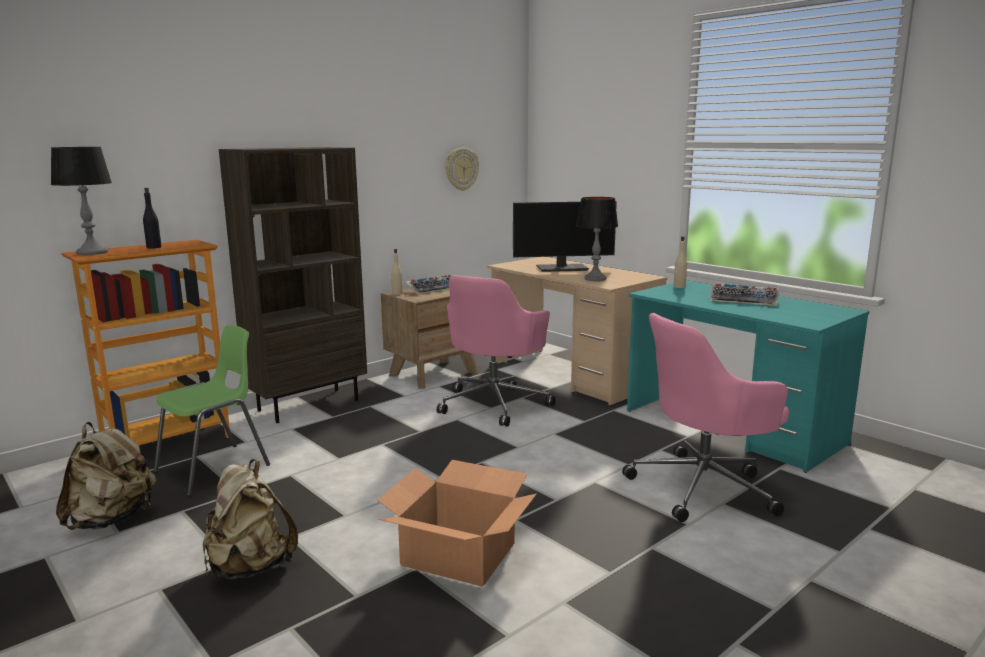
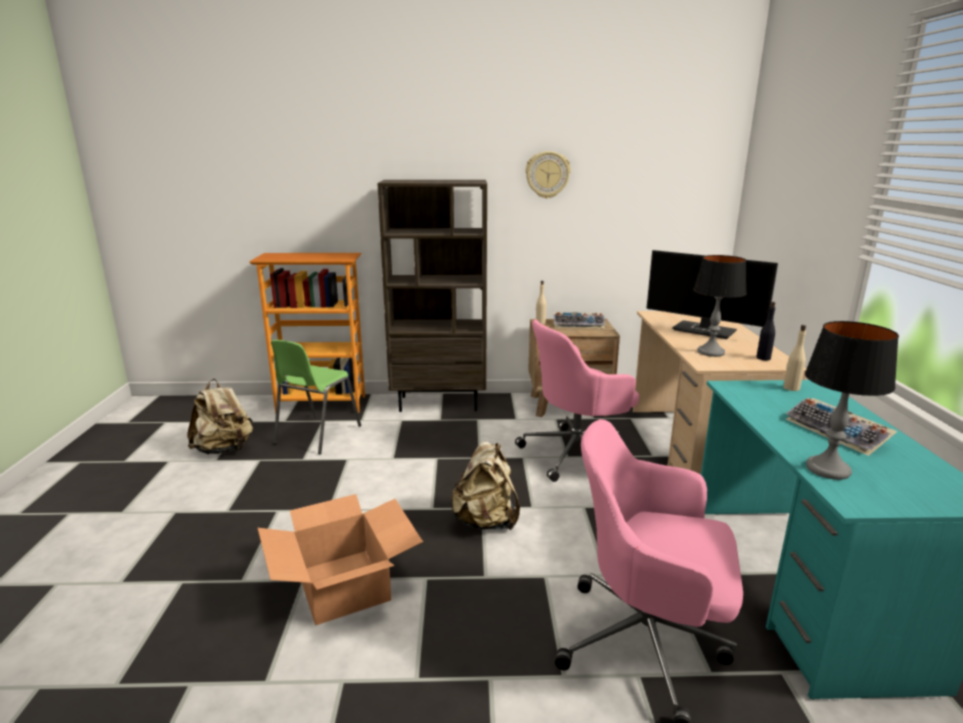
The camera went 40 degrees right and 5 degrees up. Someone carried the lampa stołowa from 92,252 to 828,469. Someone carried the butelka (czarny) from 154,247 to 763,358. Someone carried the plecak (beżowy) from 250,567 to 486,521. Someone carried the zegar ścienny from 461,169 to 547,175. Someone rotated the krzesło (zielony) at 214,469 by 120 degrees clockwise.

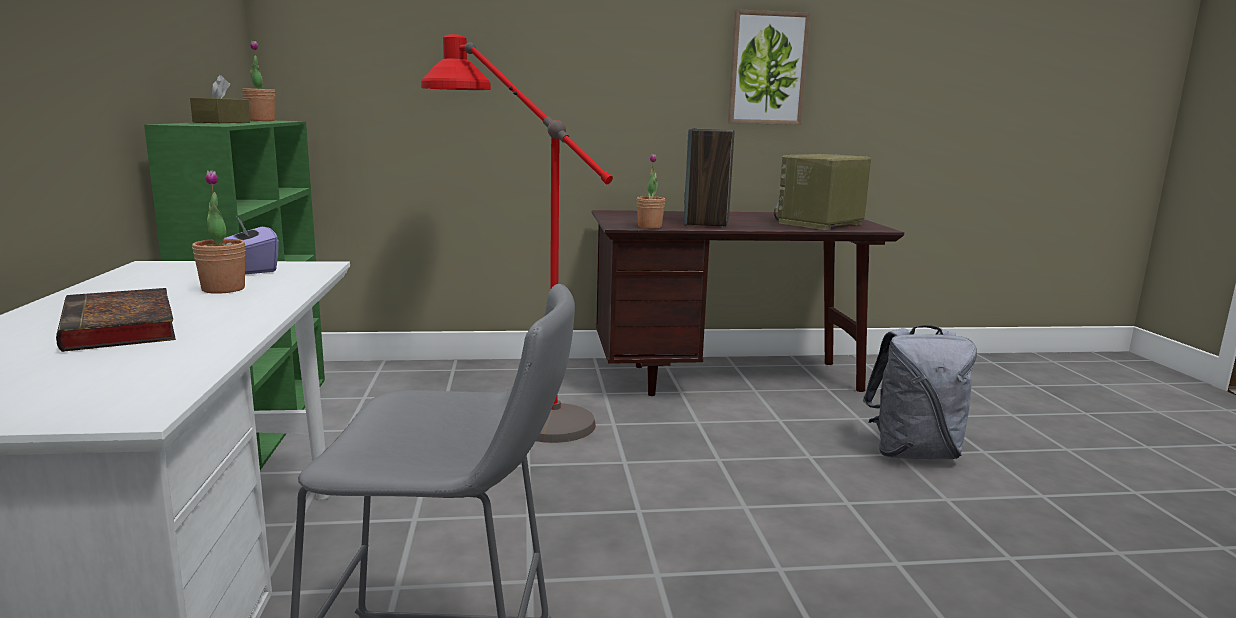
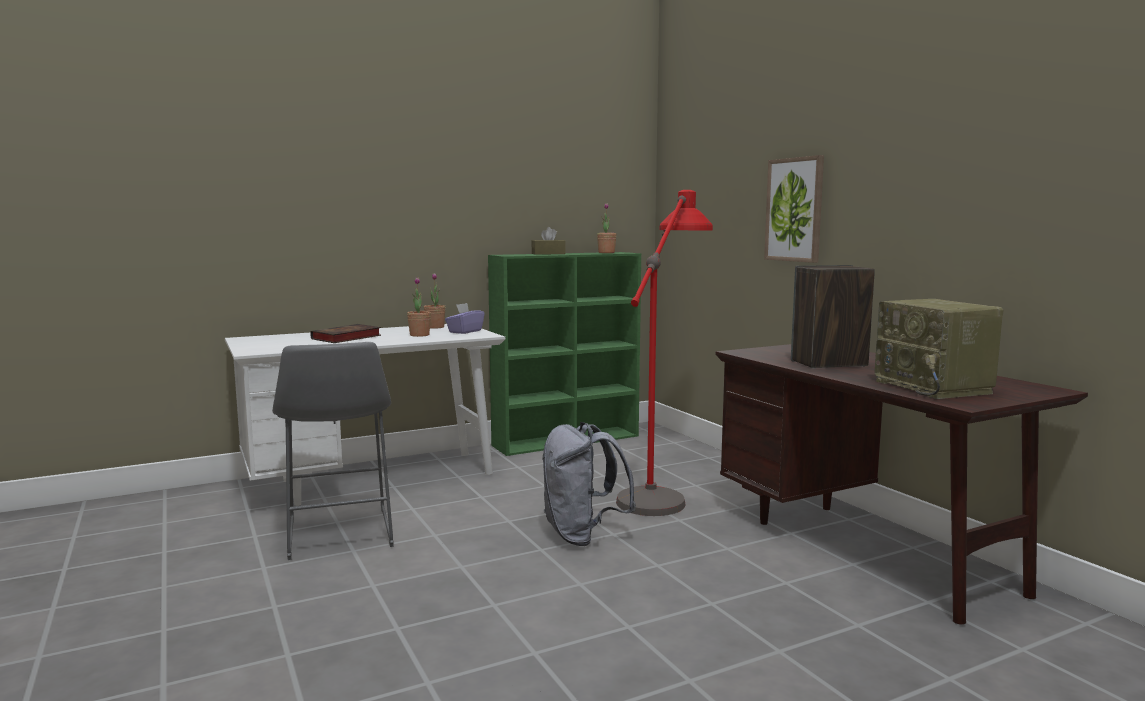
The camera went 70 degrees right and 5 degrees down. Someone carried the roślina doniczkowa from 649,226 to 435,327. Someone carried the obraz from 767,68 to 795,210. Someone carried the plecak (szary) from 912,453 to 582,535. Someone rotated the radio at 820,224 by 135 degrees counterclockwise.

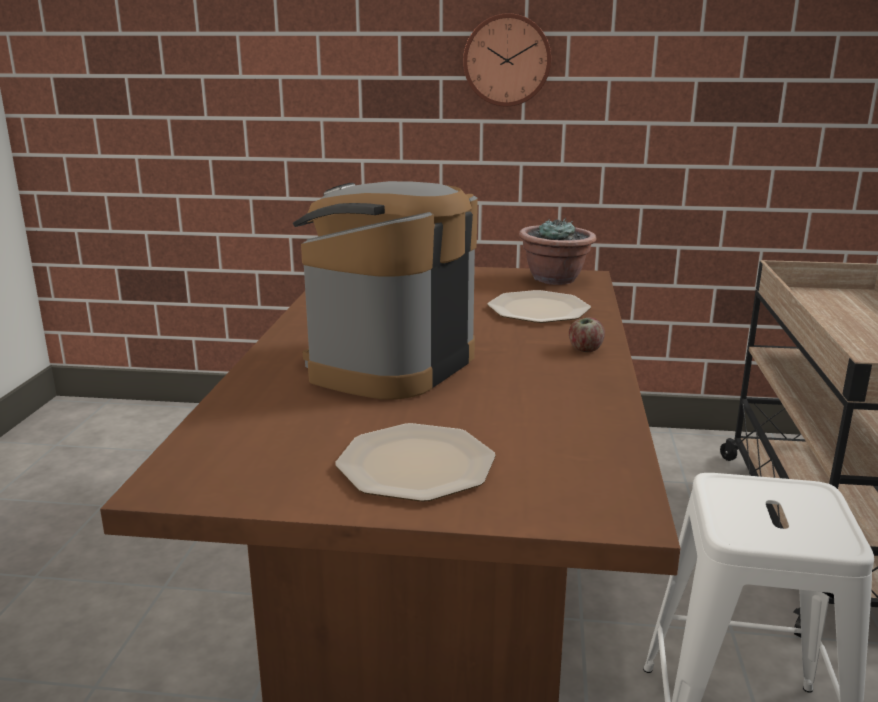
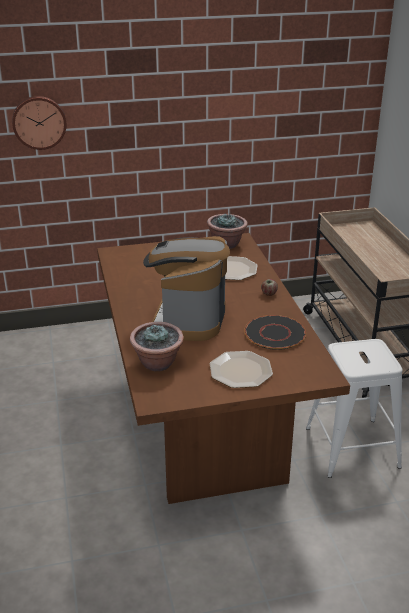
The camera went 20 degrees left and 10 degrees up. Someone put down the roślina doniczkowa at 158,363. Someone put down the talerz (czarny) at 275,333. Someone carried the zegar ścienny from 507,60 to 39,122.

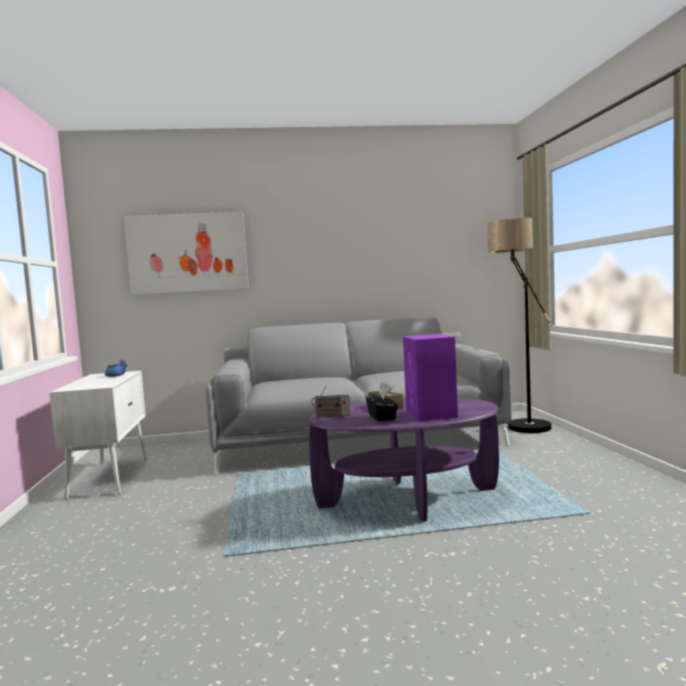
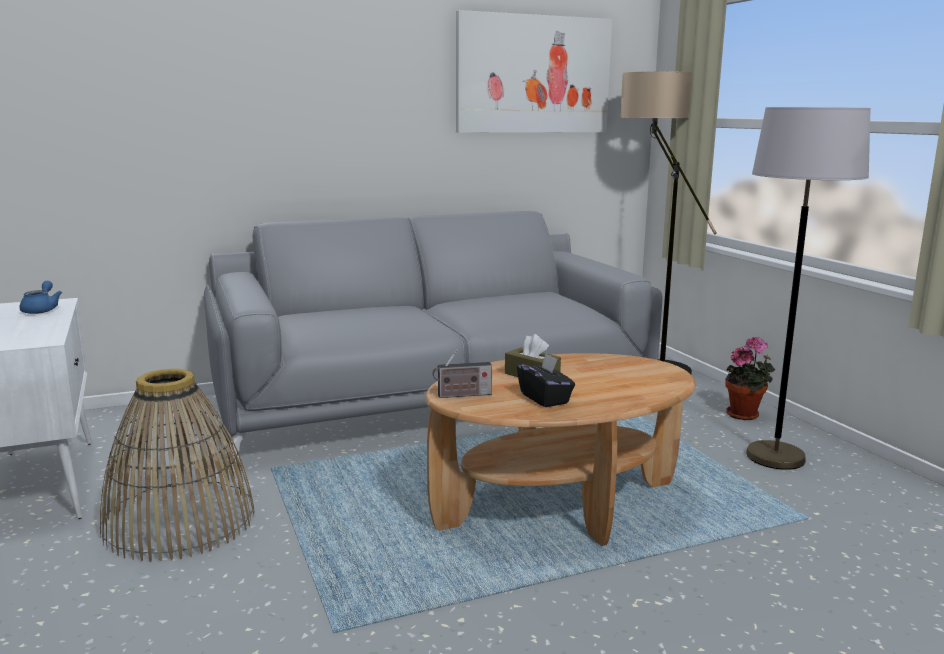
The camera went 15 degrees left and 10 degrees up. Someone took away the głośnik (fioletowy) at 431,415. Someone put down the koszyk at 179,522. Someone put down the roślina doniczkowa at 745,415. Someone put down the lampa stojąca (szary) at 775,457. Someone carried the obraz from 188,253 to 533,74. Someone repainted the ława (fioletowy) at 408,499, which became the ława (brązowy) at 559,506.

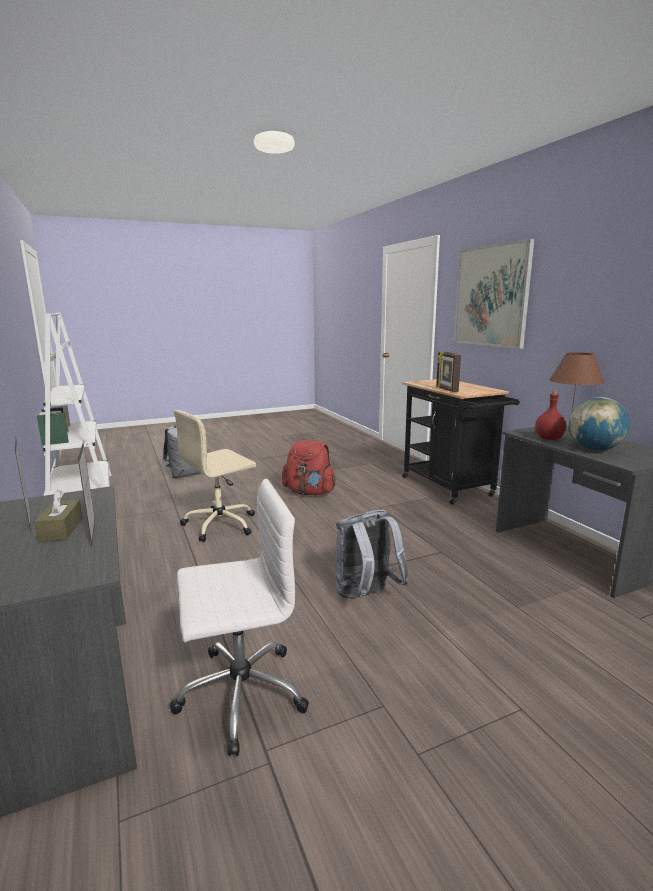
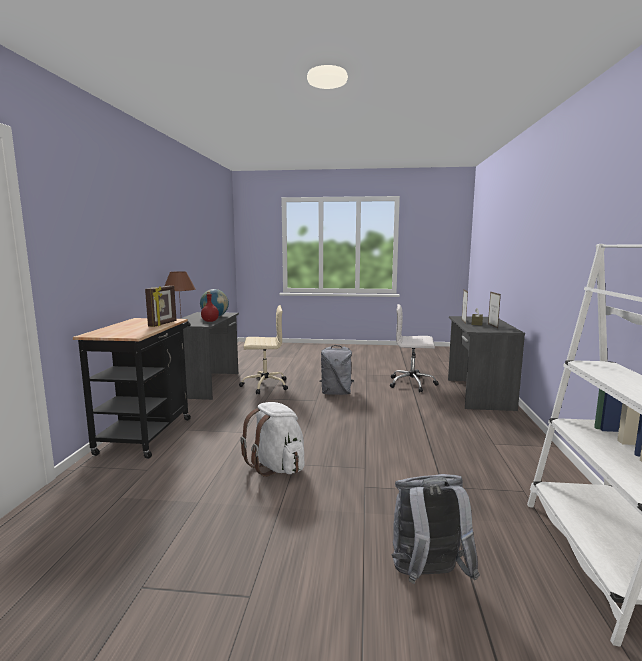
The camera went 150 degrees left and 5 degrees down. Someone took away the obraz at 491,296. Someone carried the krzesło biurowe (beżowy) from 221,524 to 264,385. Someone repainted the plecak (czerwony) at 309,492, which became the plecak (biały) at 277,466.

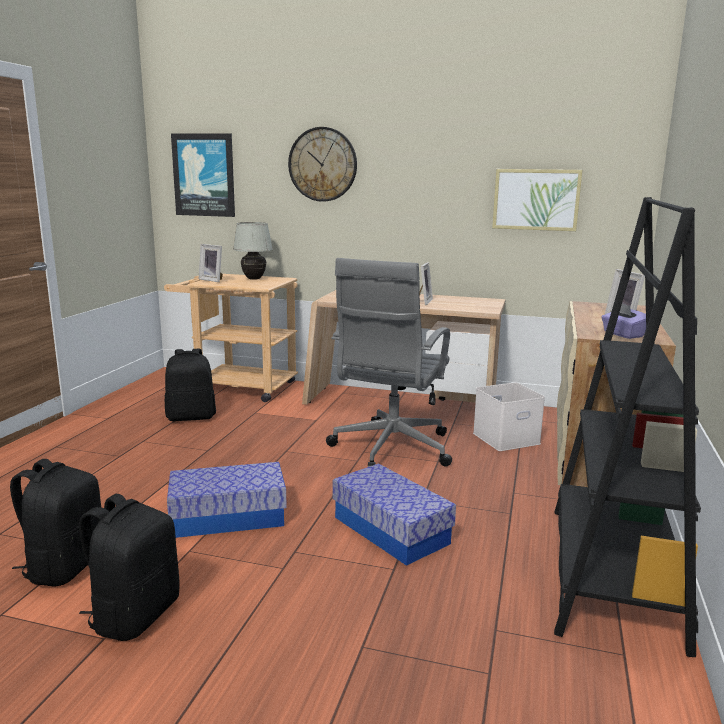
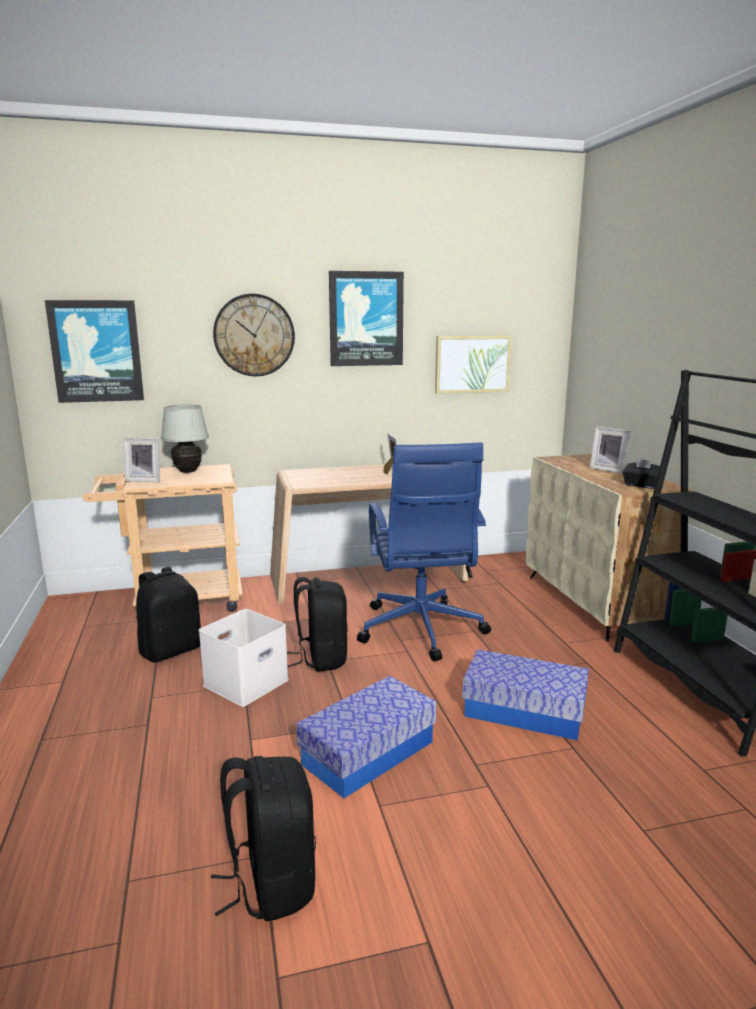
The camera went 30 degrees left and 0 degrees up. Someone put up the obraz at 366,319. Someone carried the plecak (czarny) from 134,615 to 321,658. Someone carried the pojemnik do przechowywania (biały) from 506,438 to 246,681. Someone repainted the krzesło biurowe (szary) at 390,449, which became the krzesło biurowe (niebieski) at 421,631. Someone repainted the pudełko chusteczek (fioletowy) at 623,334, which became the pudełko chusteczek (czarny) at 641,485.

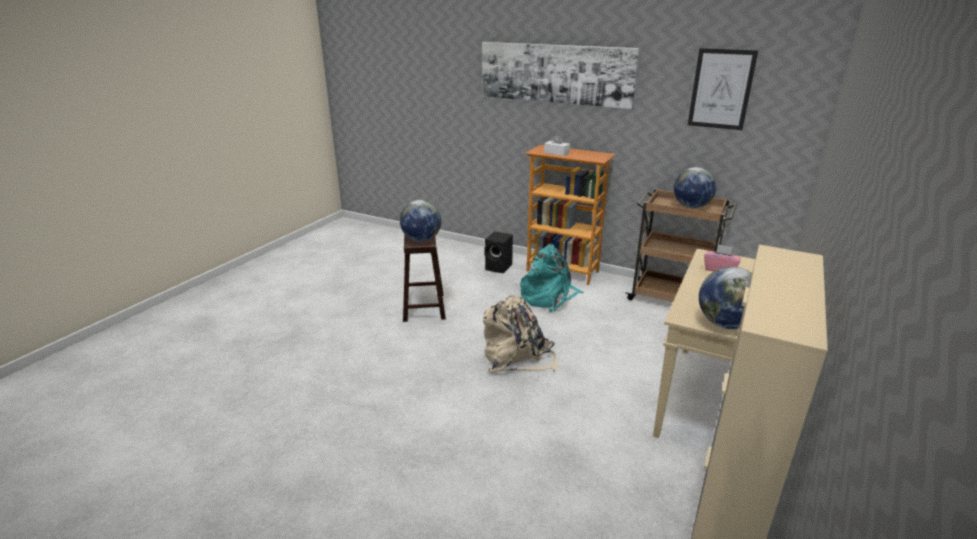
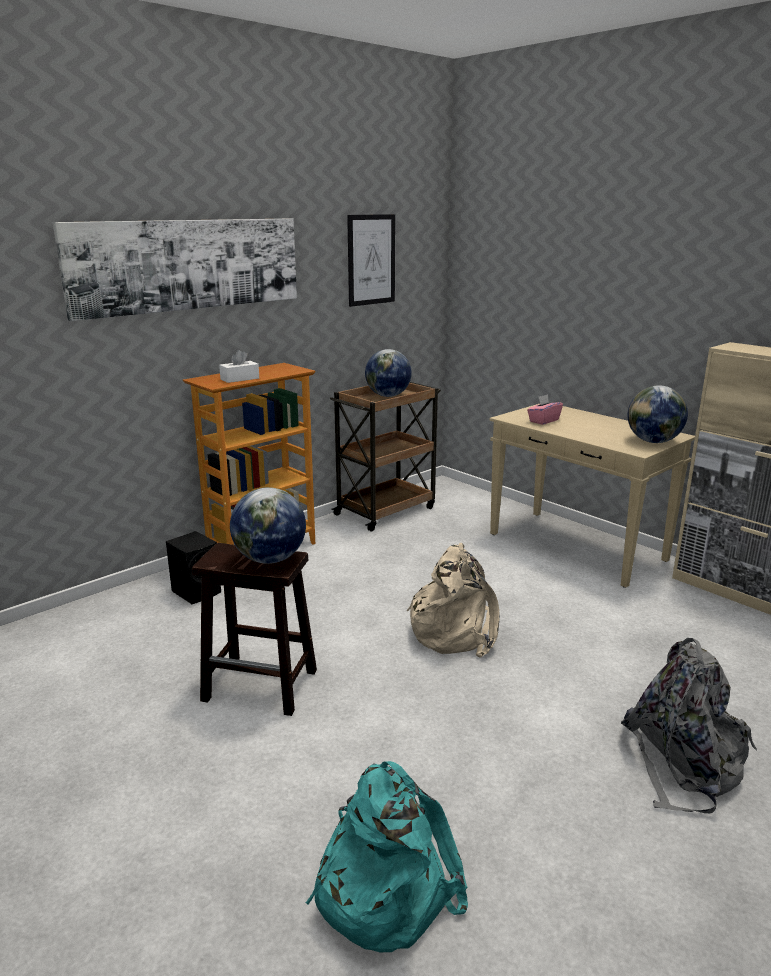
The camera went 70 degrees left and 5 degrees down. Someone put down the plecak (szary) at 683,762. Someone carried the plecak (turkusowy) from 549,297 to 383,885.

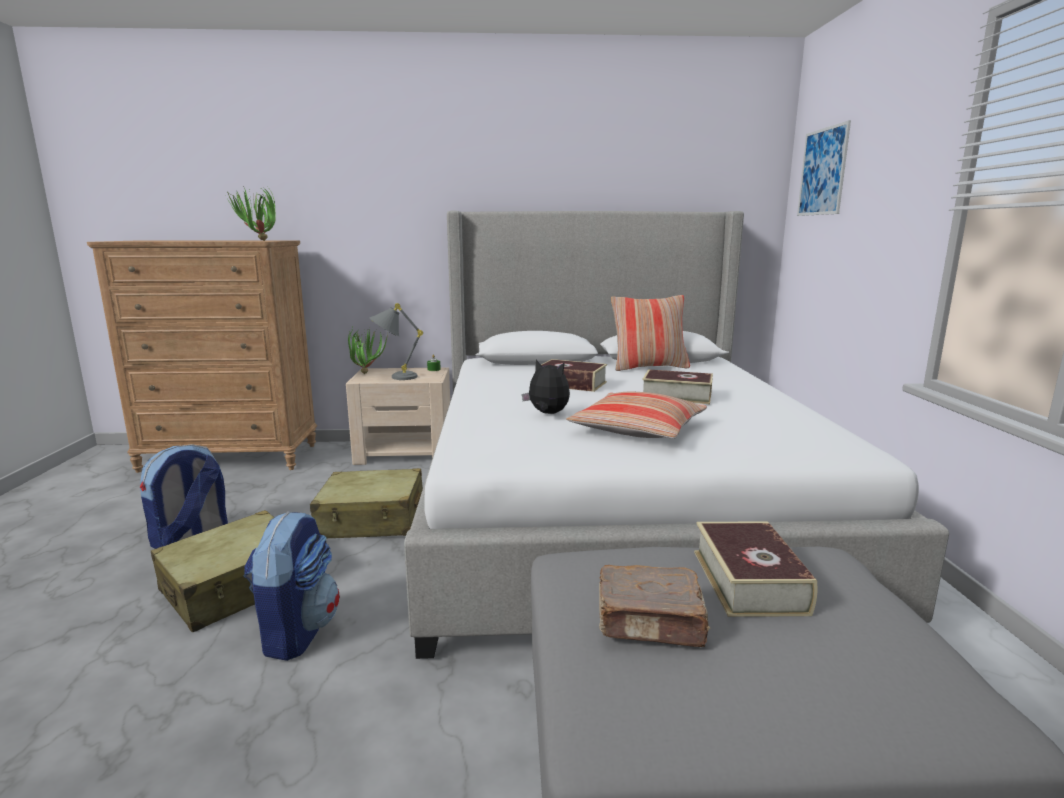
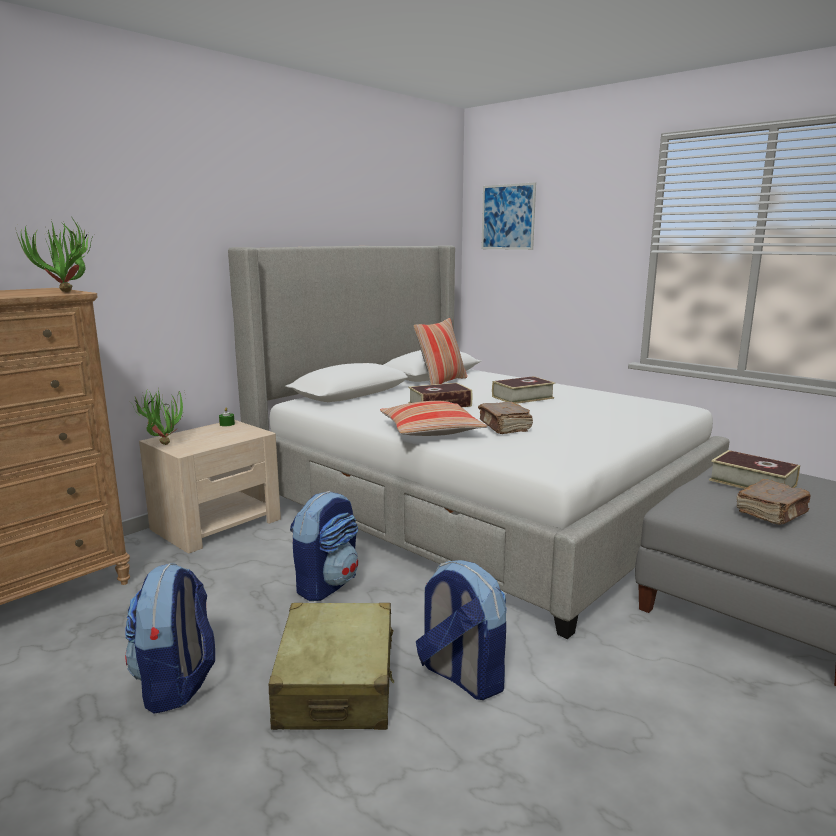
The camera went 45 degrees left and 0 degrees up. Someone took away the lampa stołowa (szary) at 394,377. Someone carried the poduszka from 638,429 to 431,431. Someone swapped the walizka (beżowy) at 372,520 for the plecak at 327,584. Someone swapped the pluszak at 547,414 for the książka (brązowy) at 504,427.

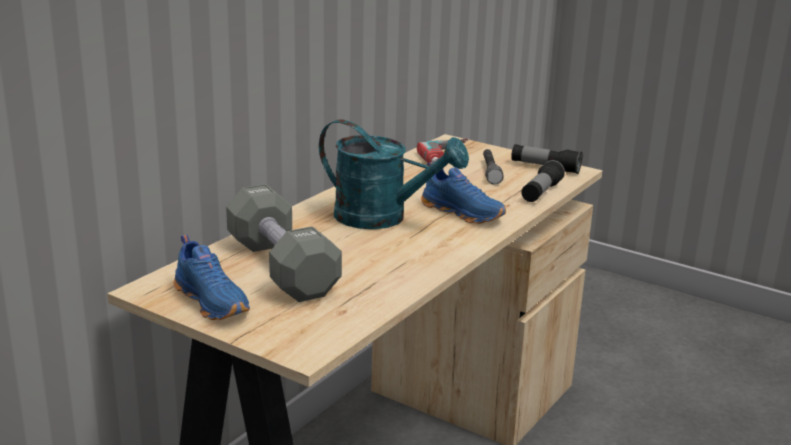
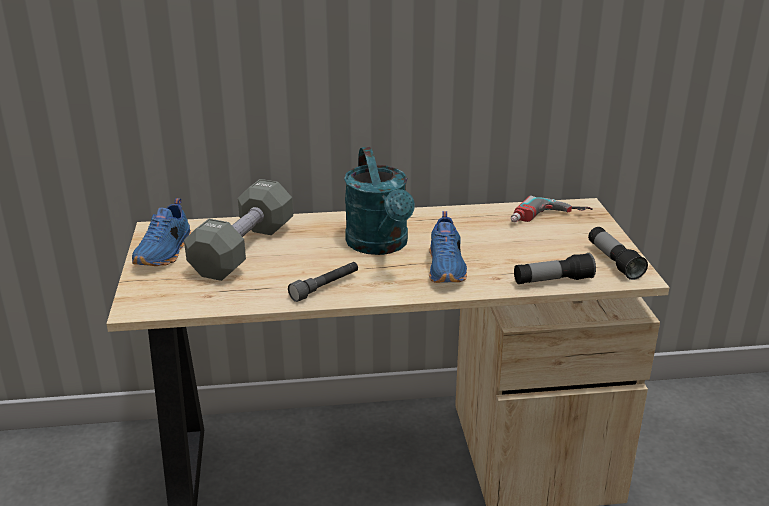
The camera went 50 degrees right and 5 degrees up. Someone carried the latarka (szary) from 490,172 to 325,287.

